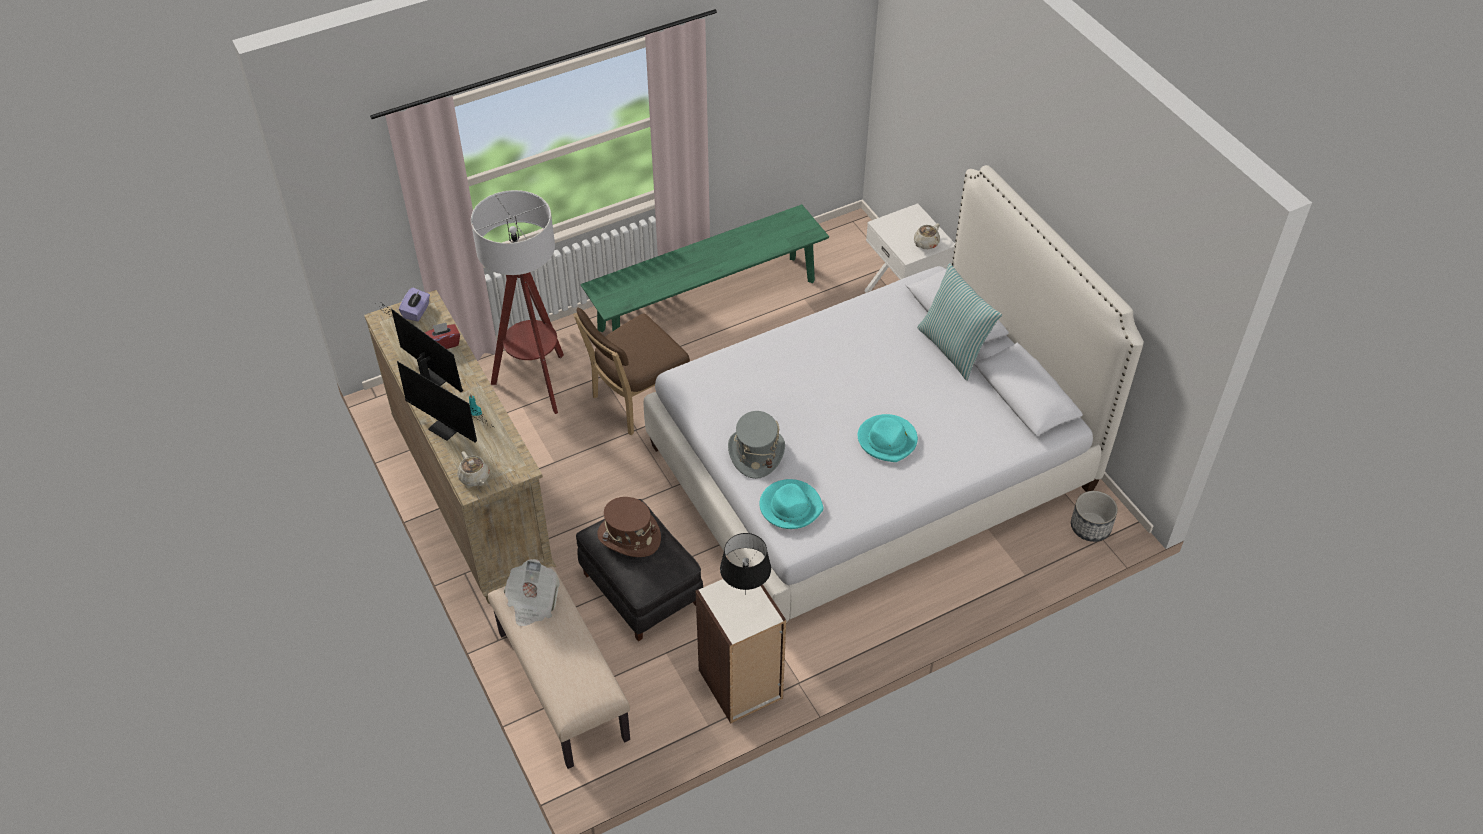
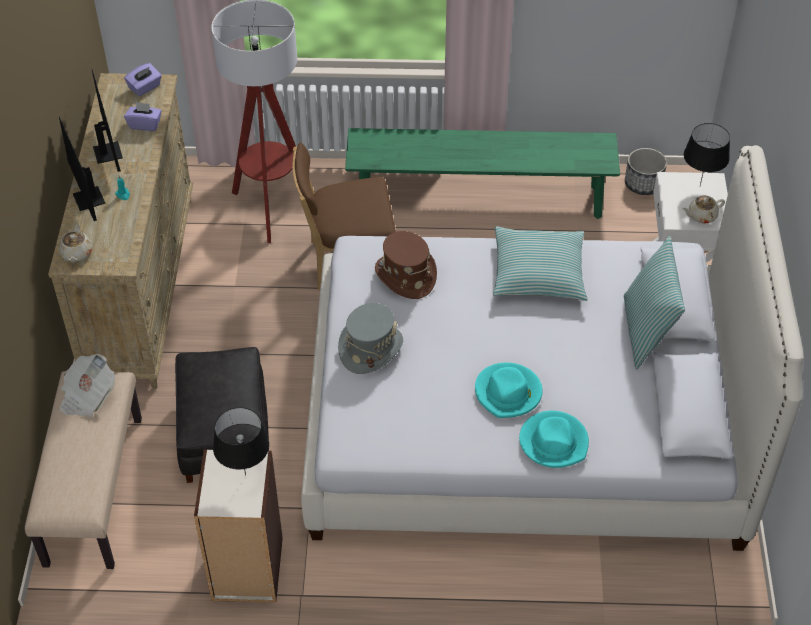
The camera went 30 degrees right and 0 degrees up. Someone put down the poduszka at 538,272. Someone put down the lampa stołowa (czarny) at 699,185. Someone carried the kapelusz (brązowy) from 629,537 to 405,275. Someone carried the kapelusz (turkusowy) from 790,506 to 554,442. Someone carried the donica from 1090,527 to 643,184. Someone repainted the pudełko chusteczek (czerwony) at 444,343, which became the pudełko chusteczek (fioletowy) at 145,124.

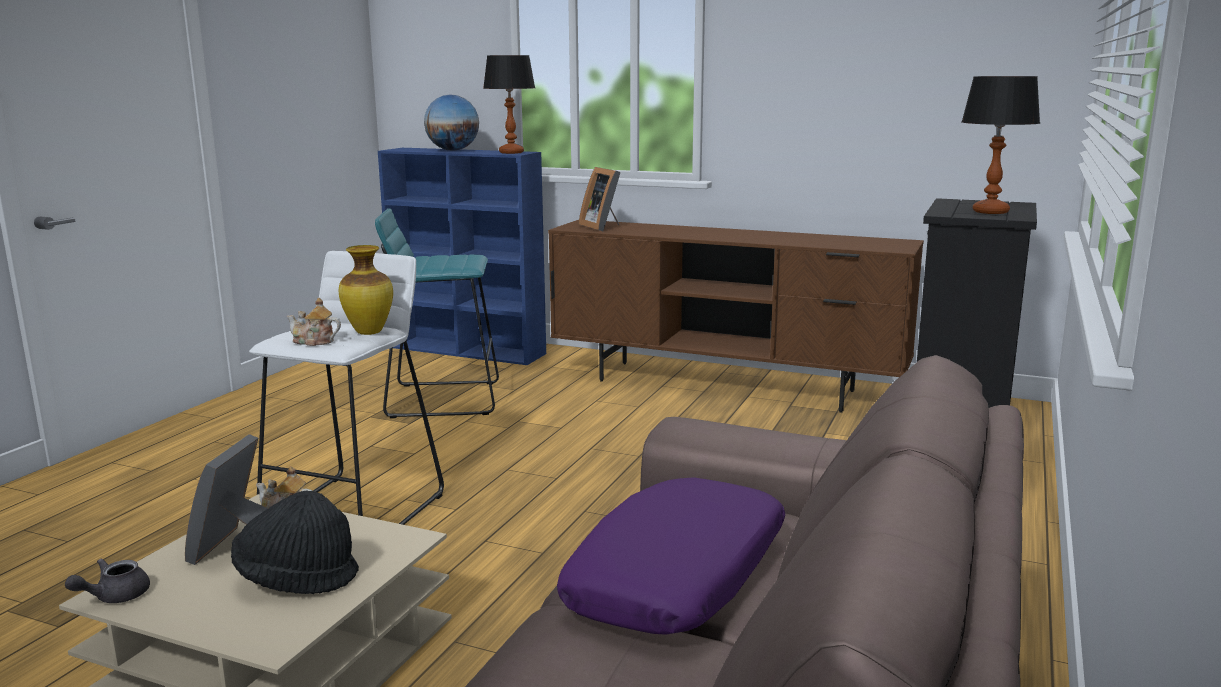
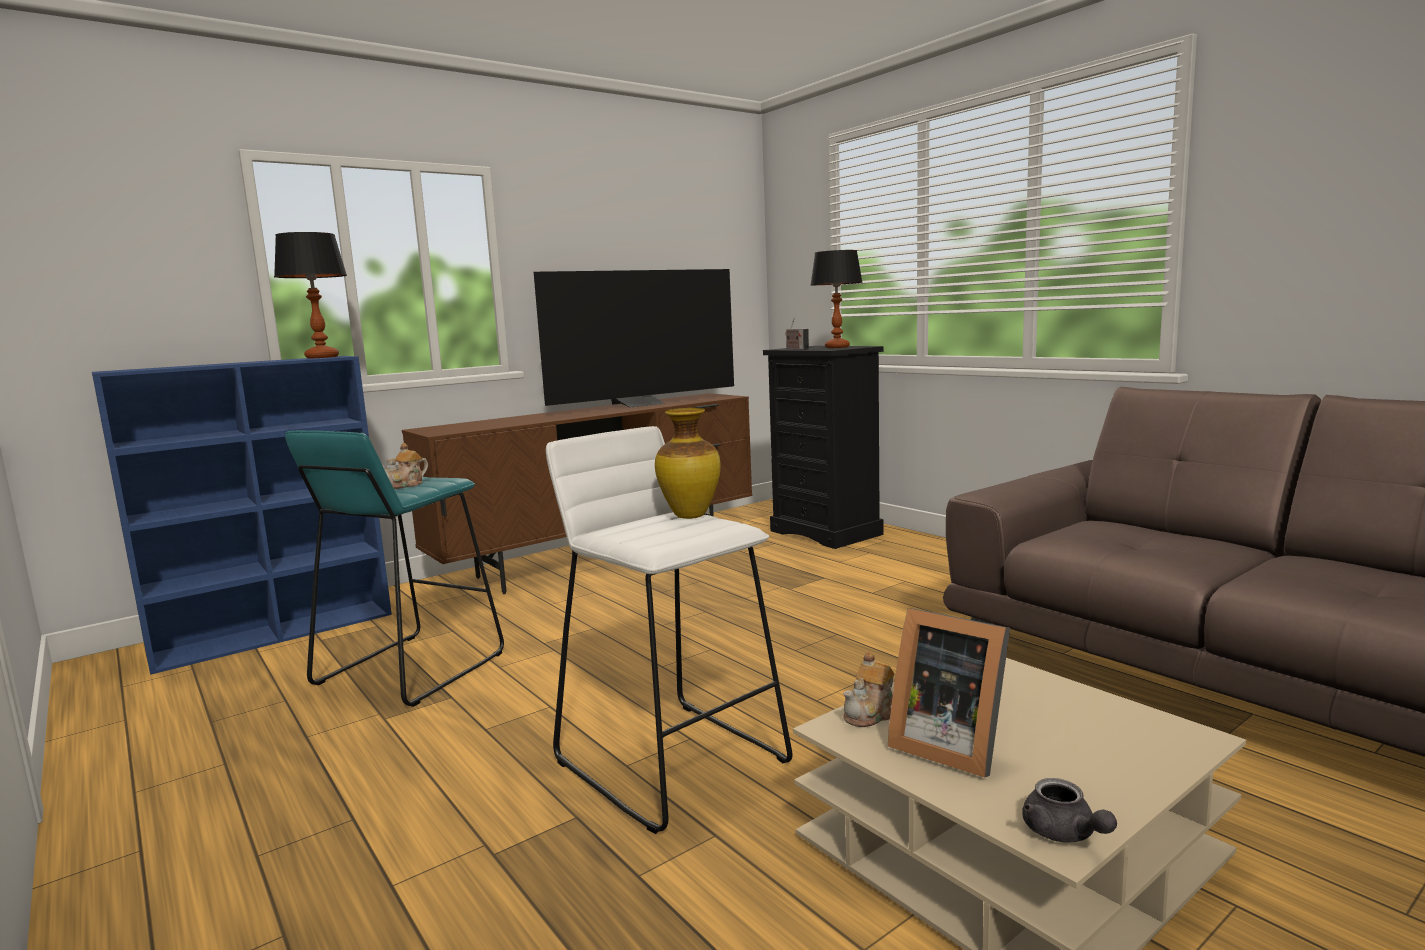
The camera went 60 degrees left and 5 degrees down. Someone took away the kapelusz (czarny) at 296,578. Someone took away the globus at 452,150. Someone took away the poduszka (fioletowy) at 679,578. Someone took away the ramka na zdjęcie at 603,227. Someone put down the telewizor at 641,404. Someone put down the radio at 796,349. Someone carried the imbryk from 314,342 to 405,485.

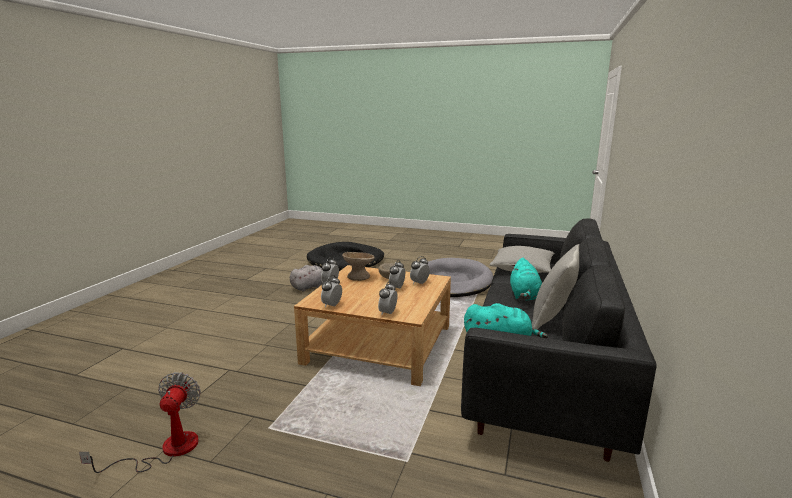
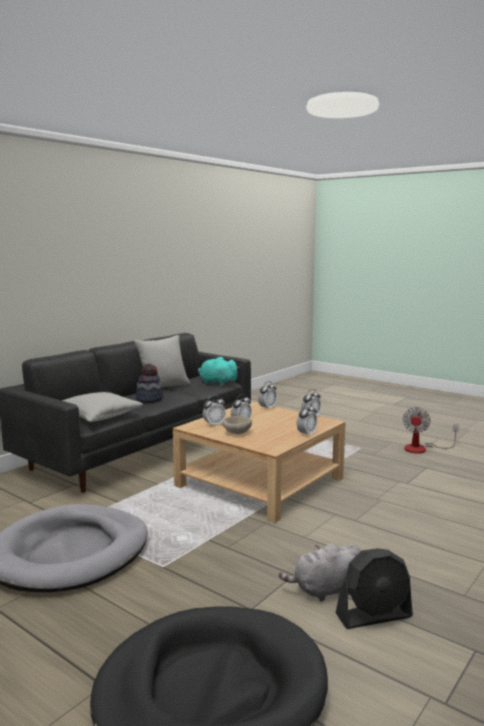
The camera went 160 degrees left and 5 degrees down. Someone took away the miska (beżowy) at 358,277. Someone put down the wentylator (czarny) at 374,616. Someone swapped the pluszak (turkusowy) at 524,296 for the kapelusz at 149,399.

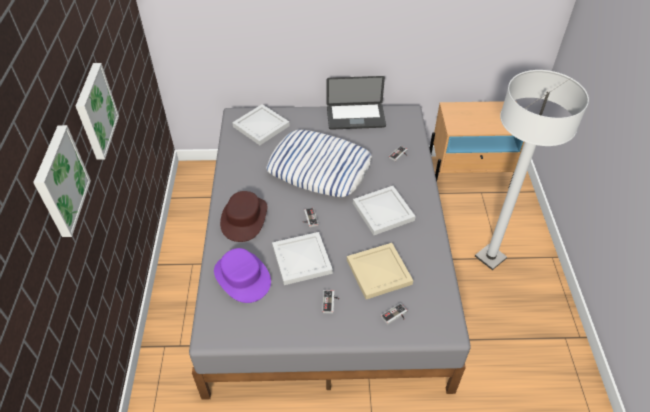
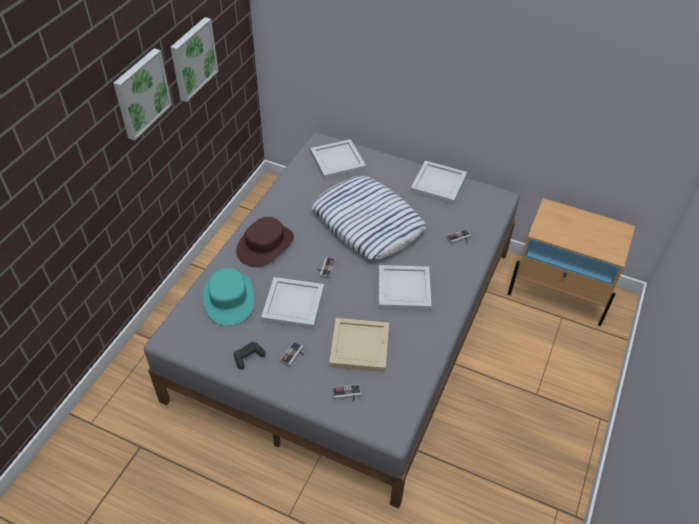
The camera went 25 degrees right and 0 degrees up. Someone took away the lampa stojąca (biały) at 490,257. Someone put down the pad do gier (czarny) at 248,357. Someone carried the obraz from 59,181 to 192,58. Someone swapped the laptop at 355,117 for the taca (biały) at 439,184. Someone repainted the kapelusz (fioletowy) at 242,277, which became the kapelusz (turkusowy) at 229,299.

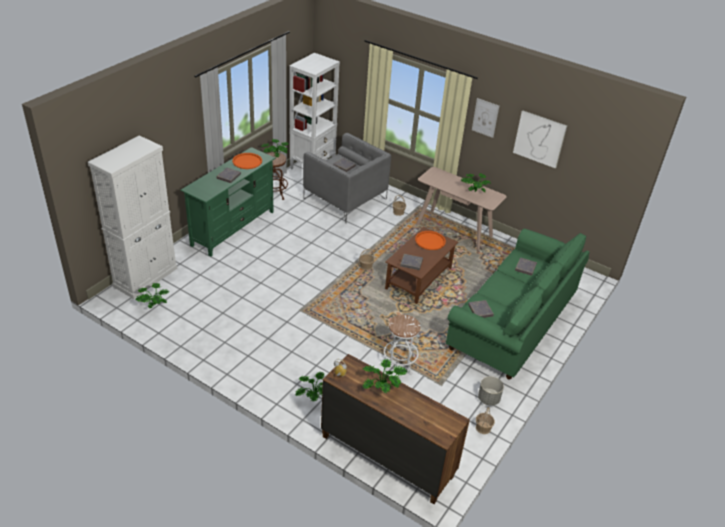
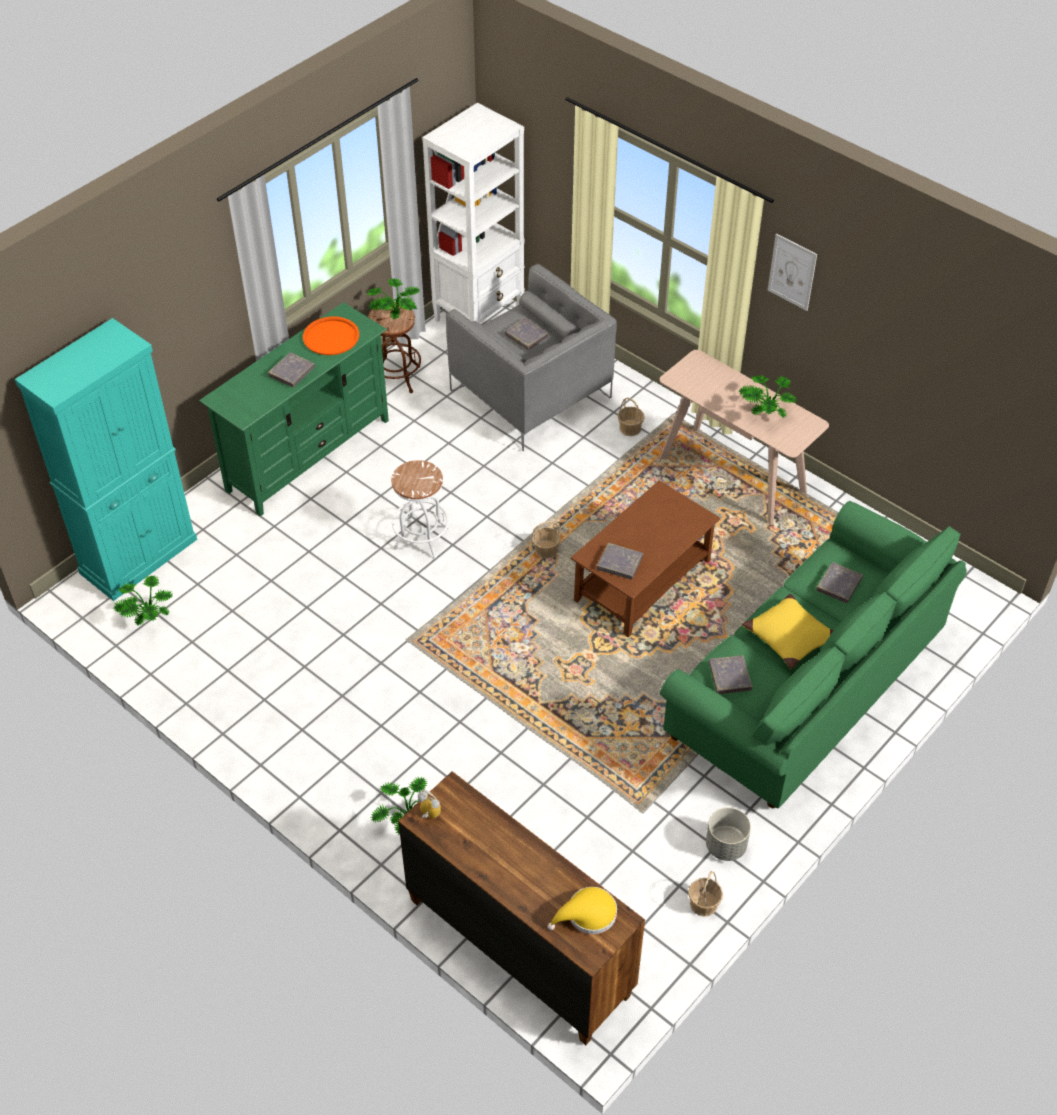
The camera went 10 degrees right and 10 degrees up. Someone took away the roślina doniczkowa at 382,388. Someone took away the taca (pomarańczowy) at 430,241. Someone took away the obraz at 539,139. Someone put down the kapelusz (żółty) at 587,915. Someone put down the poduszka (żółty) at 789,636. Someone carried the stołek (biały) from 399,363 to 421,538. Someone repainted the szafka (biały) at 145,277, which became the szafka (turkusowy) at 139,556.

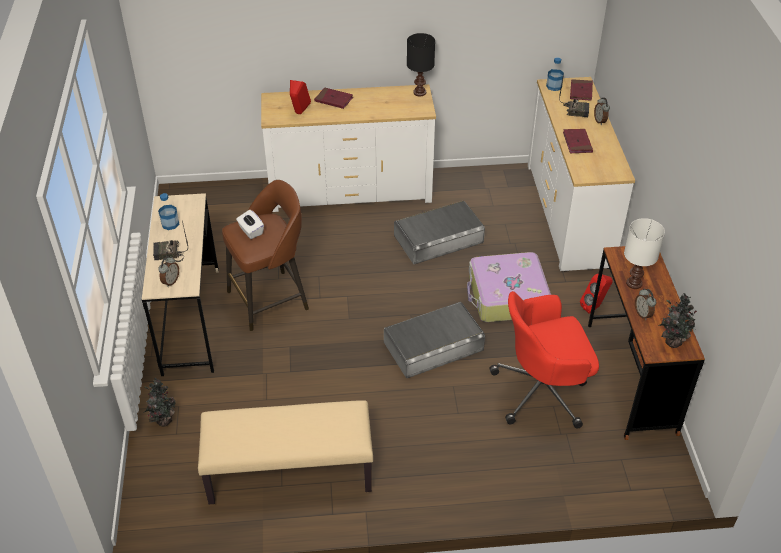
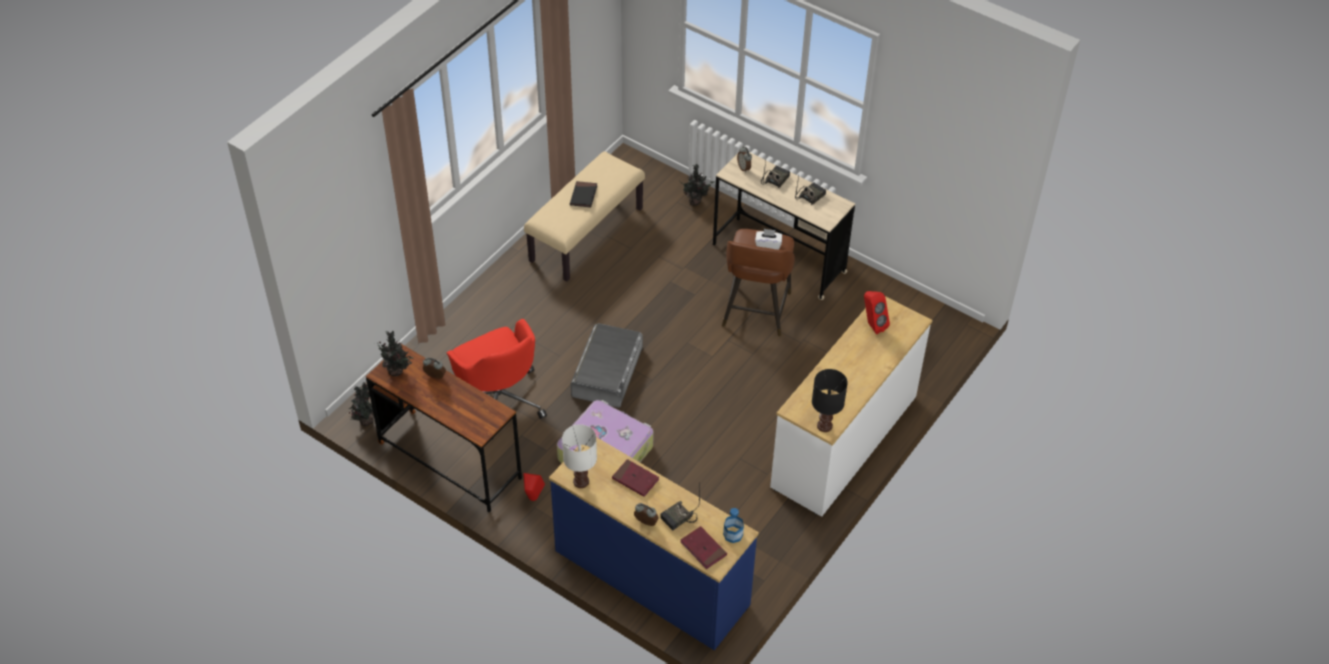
The camera went 130 degrees right and 5 degrees up. Someone took away the książka (czerwony) at 334,100. Someone took away the pojemnik do przechowywania (szary) at 438,238. Someone put down the roślina doniczkowa at 365,420. Someone put down the książka (czarny) at 583,196. Someone carried the lampa stołowa (biały) from 633,283 to 581,481. Someone swapped the butelka at 170,224 for the radio at 810,196. Someone repainted the komoda (biały) at 569,214, which became the komoda (niebieski) at 651,578. Someone rotated the krzesło biurowe (czerwony) at 542,391 by 120 degrees clockwise.

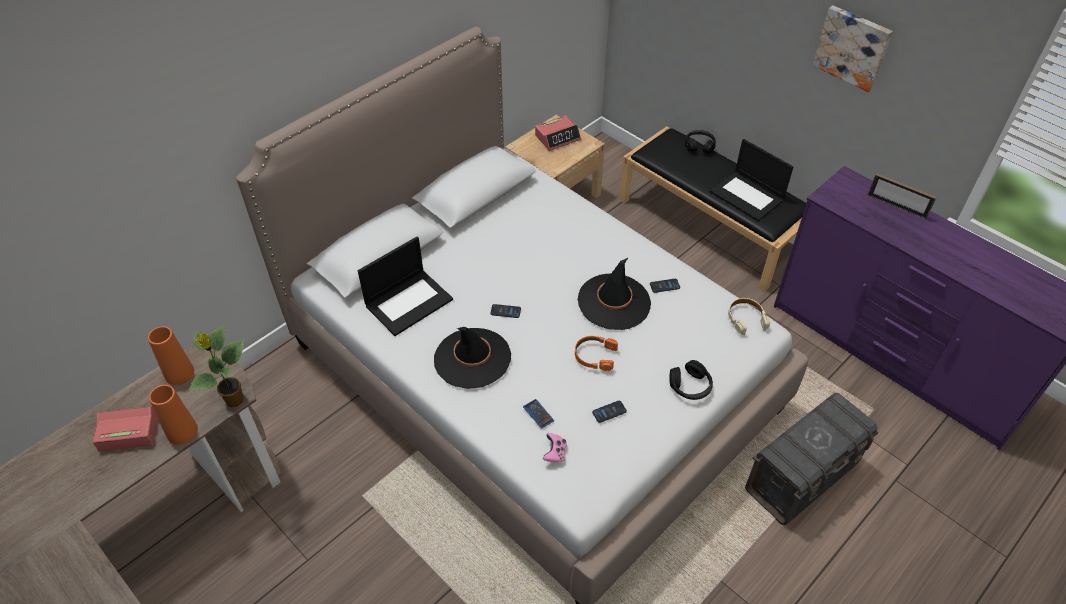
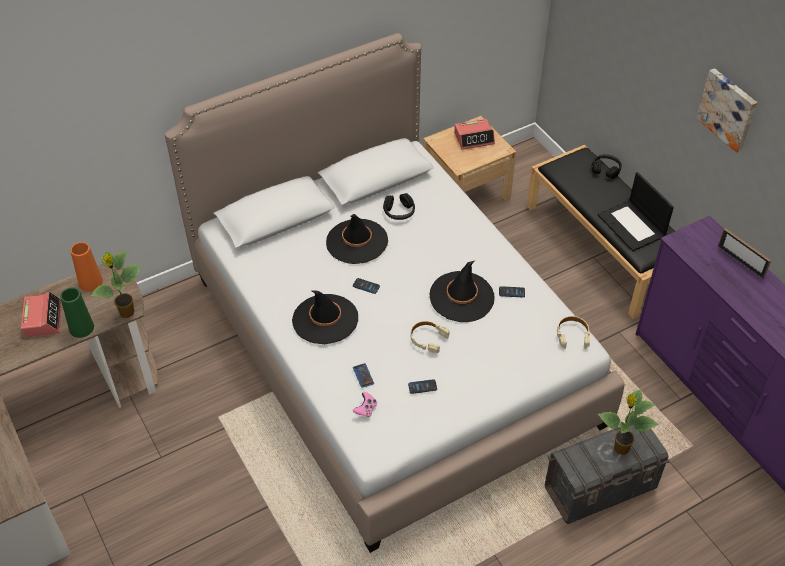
The camera went 15 degrees right and 0 degrees up. Someone took away the laptop at 409,302. Someone put down the kapelusz (czarny) at 356,242. Someone put down the roślina doniczkowa at 620,449. Someone carried the słuchawki (czarny) from 690,386 to 399,212. Someone repainted the wazon (pomarańczowy) at 182,431, which became the wazon (zielony) at 81,328. Someone repainted the słuchawki (pomarańczowy) at 595,356, which became the słuchawki (beżowy) at 428,339. Someone rotated the budzik at 129,430 by 75 degrees clockwise.

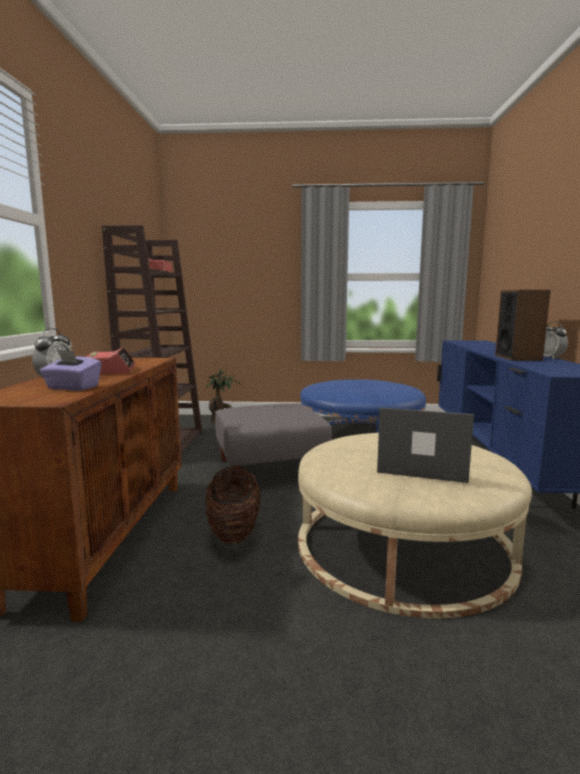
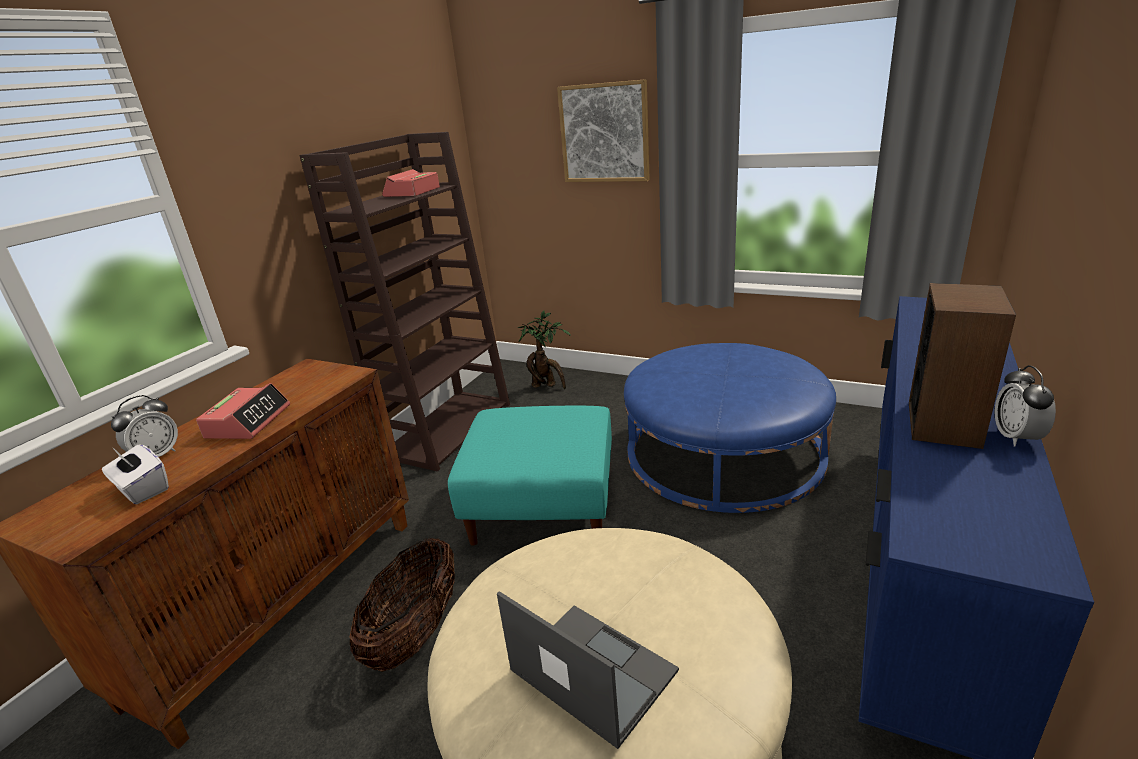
The camera went 25 degrees right and 15 degrees up. Someone put up the obraz at 604,133. Someone repainted the pudełko chusteczek (fioletowy) at 72,388, which became the pudełko chusteczek (biały) at 142,490. Someone repainted the pufa (szary) at 270,469, which became the pufa (turkusowy) at 543,506.

